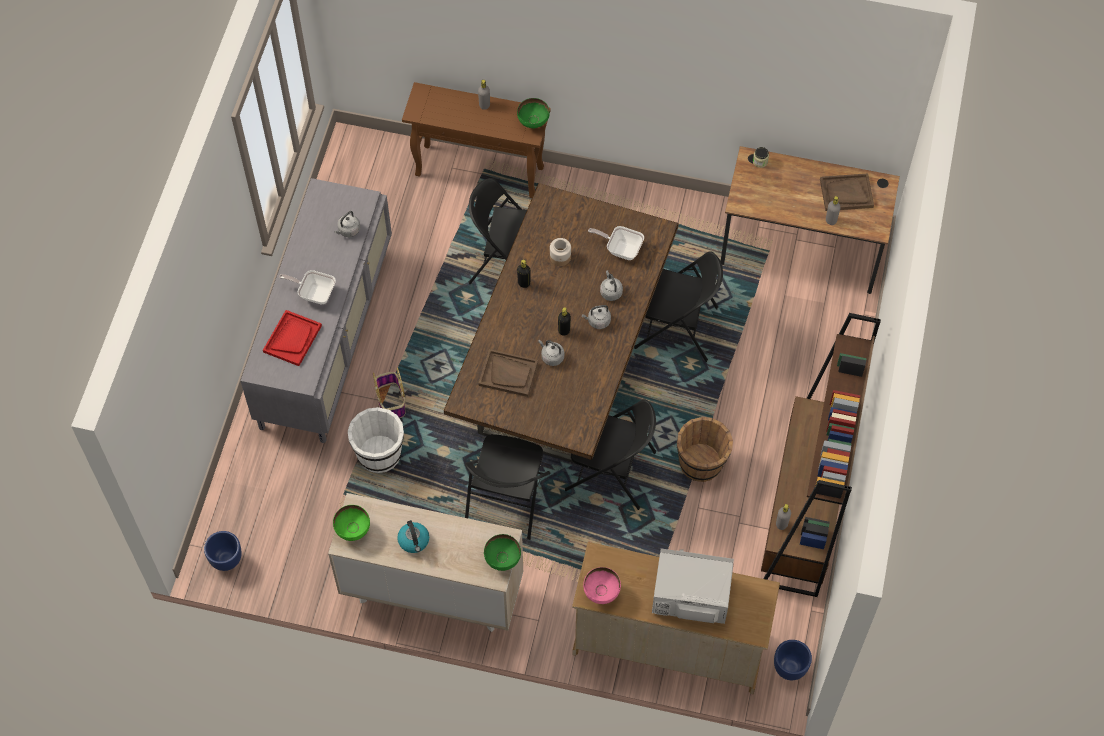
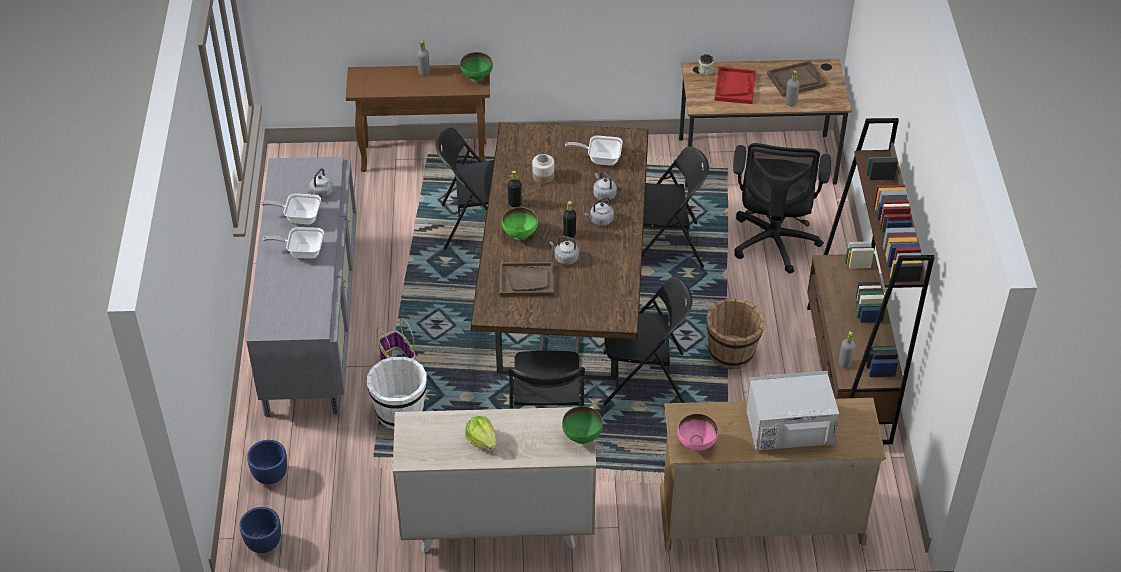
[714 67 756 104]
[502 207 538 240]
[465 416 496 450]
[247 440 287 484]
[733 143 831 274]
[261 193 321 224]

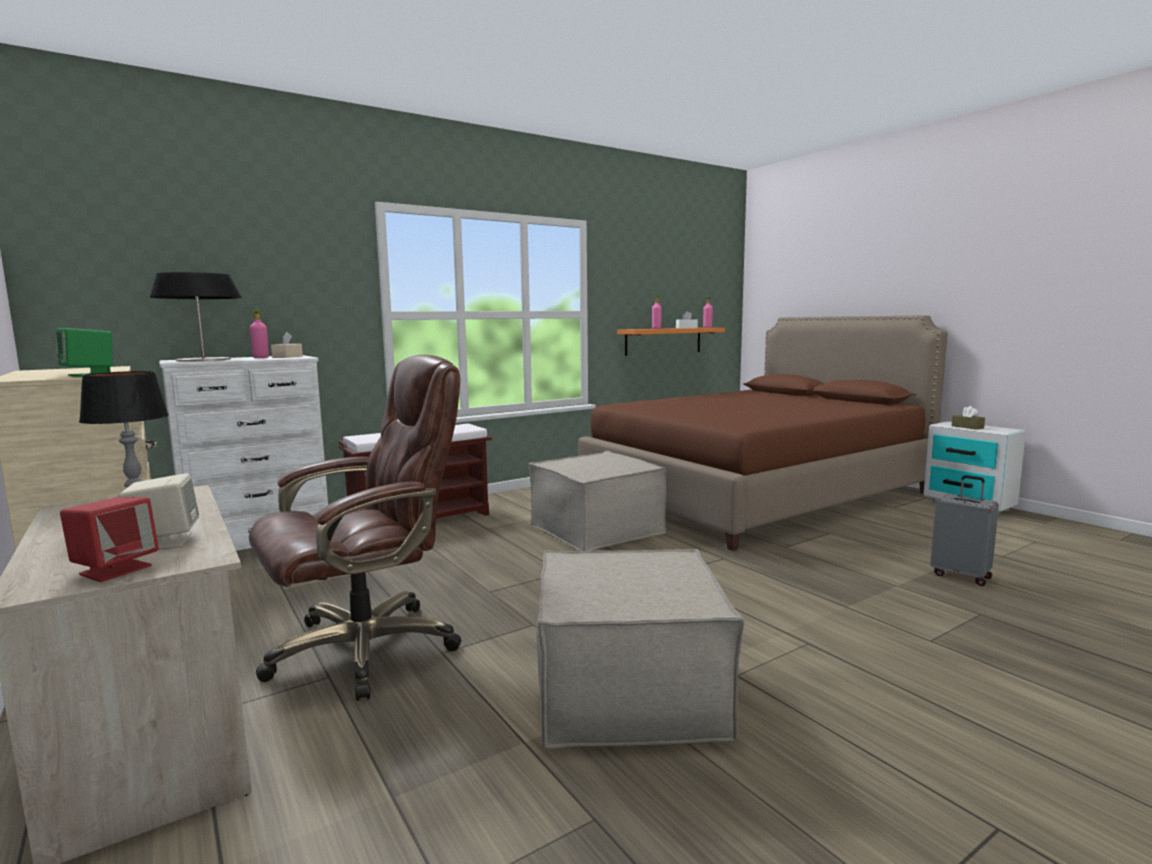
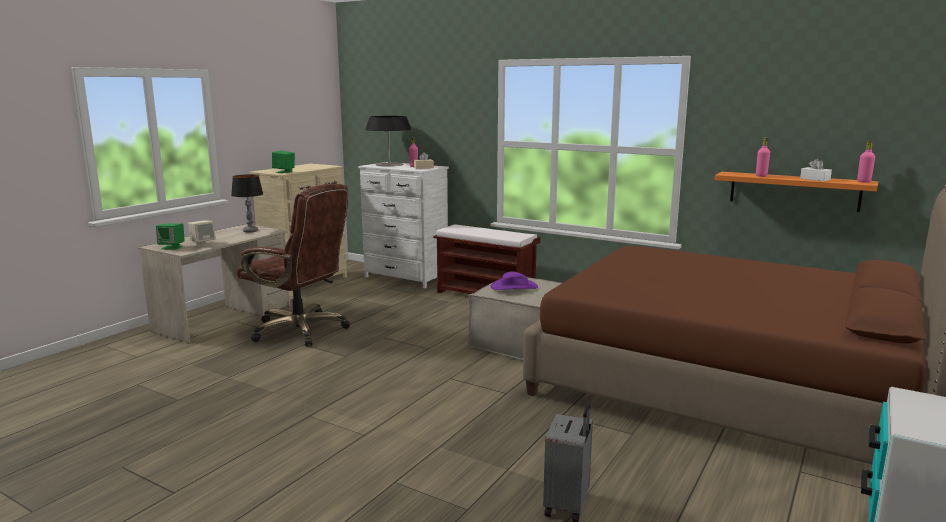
[952 406 985 430] (first image)
[156 223 185 249]
[537 549 745 749] (first image)
[490 272 538 290]

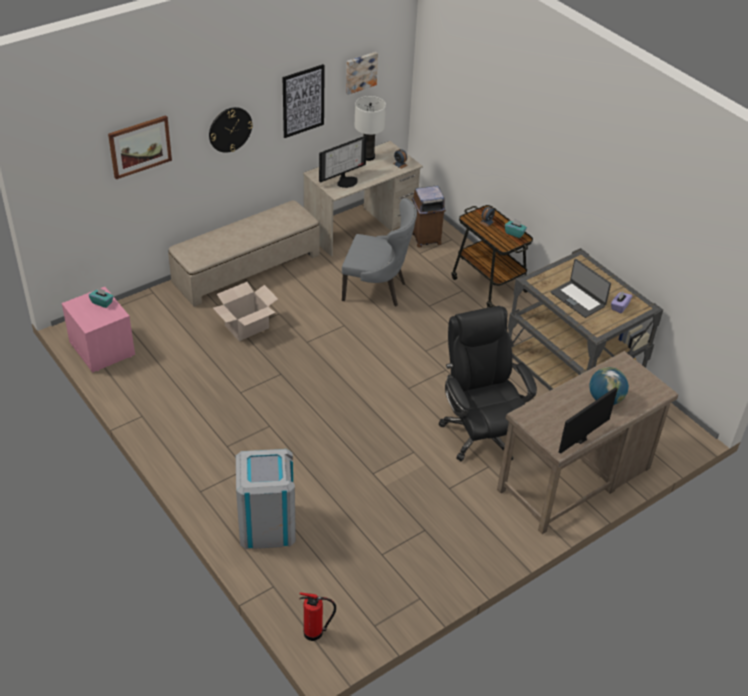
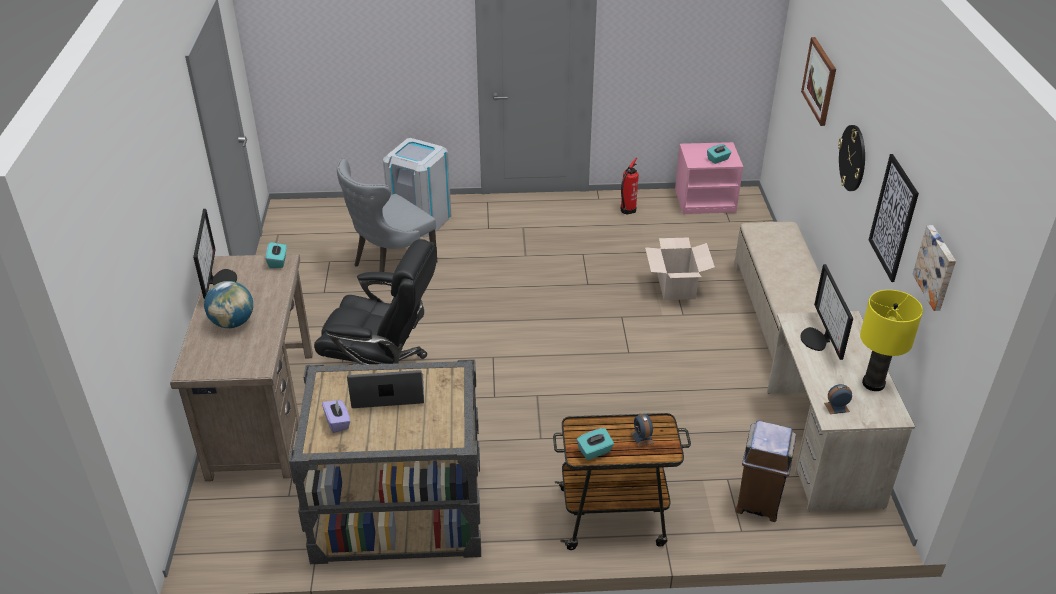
[860 290 923 391]
[337 158 437 285]
[621 158 639 215]
[266 242 287 268]

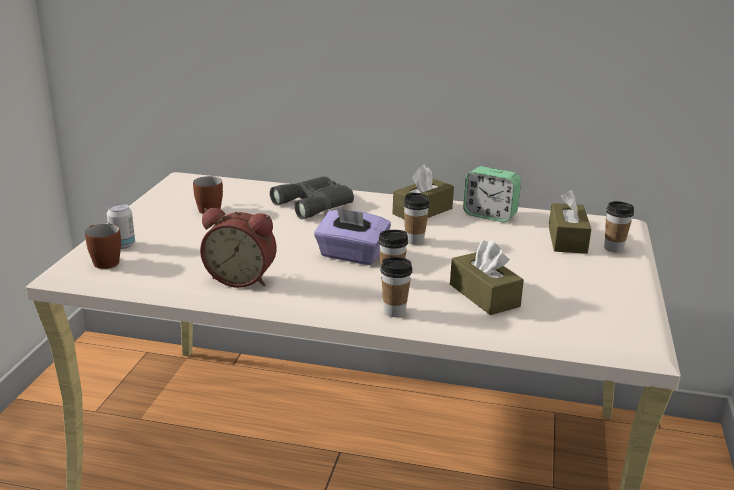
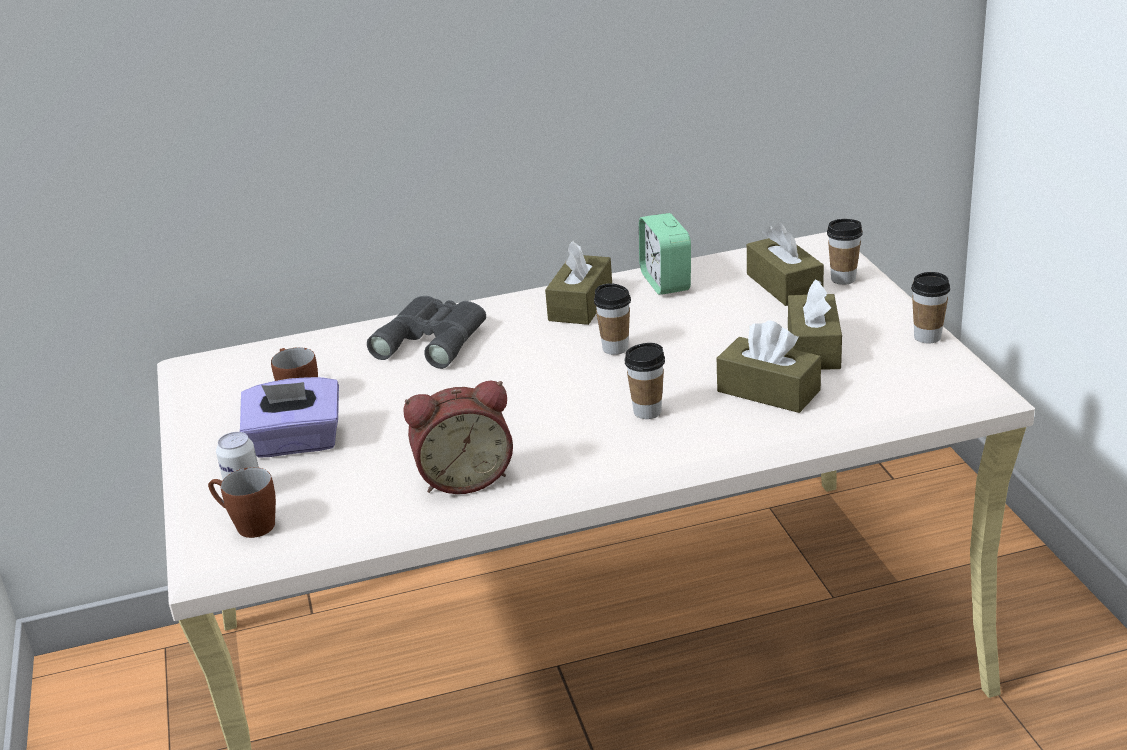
[639 213 691 295]
[240 377 339 458]
[911 272 950 343]
[788 279 842 370]

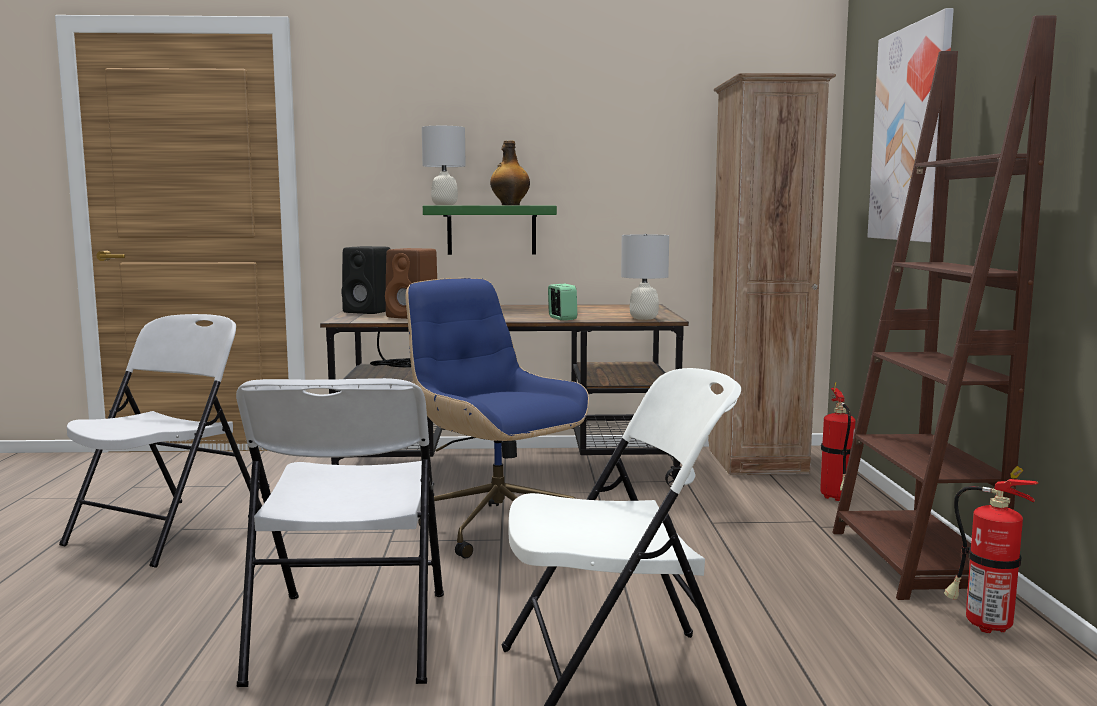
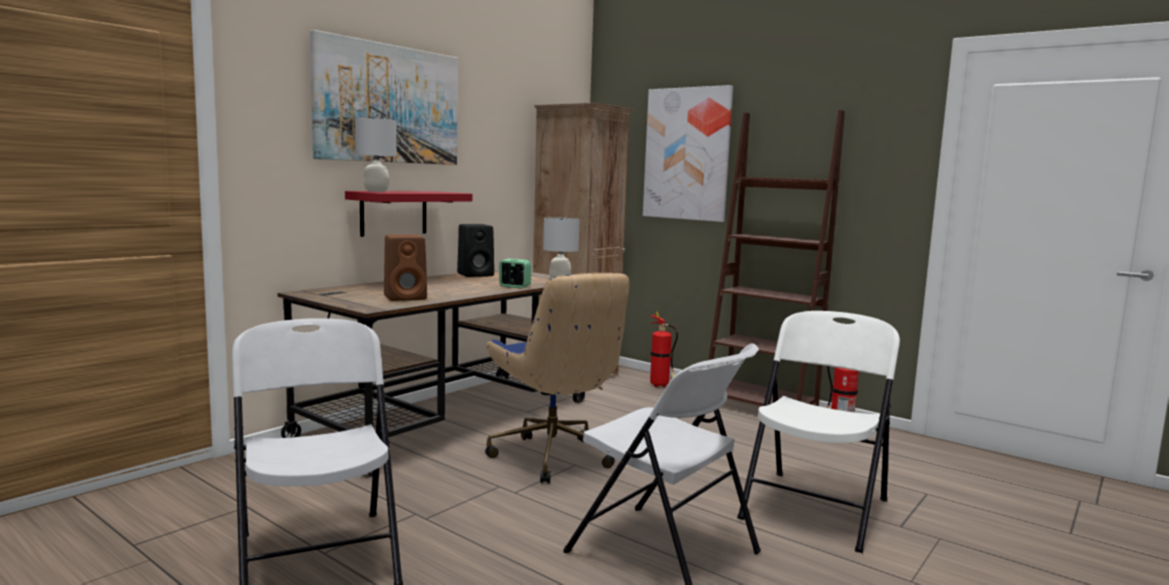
[490 140 530 205] (first image)
[345 191 472 237]
[457 224 494 277]
[485 273 629 483]
[310 30 458 165]

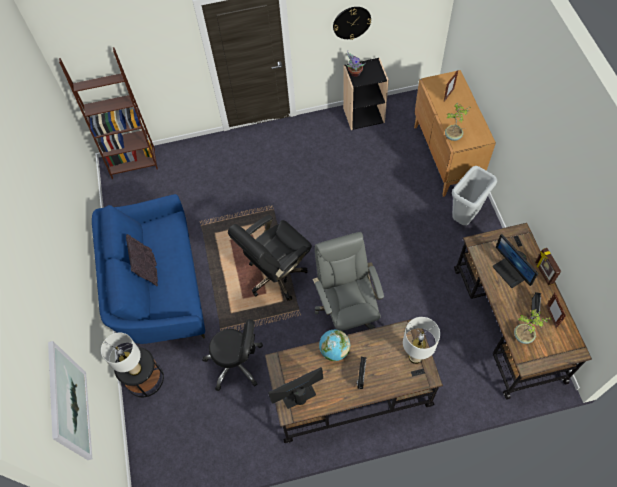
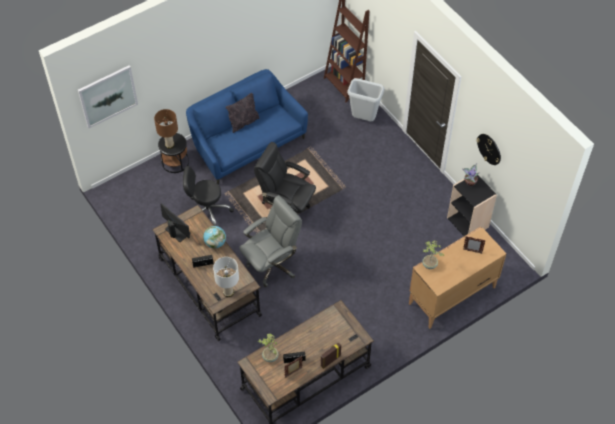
[347 78 384 121]
[493 234 538 288] (first image)
[183 166 234 226]
[154 109 178 149]

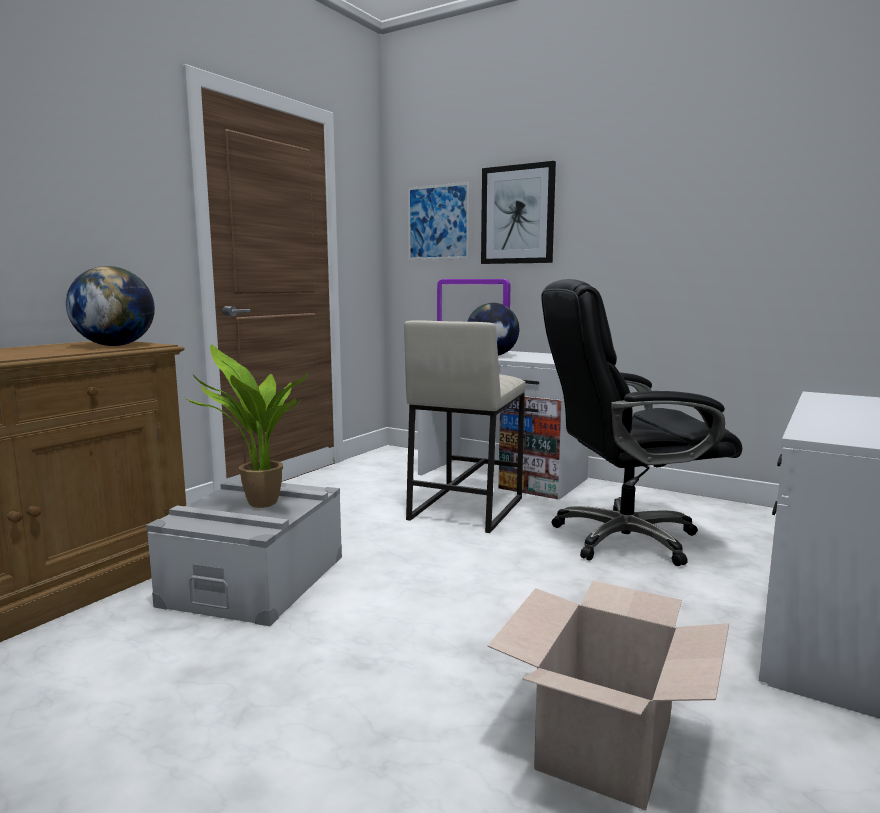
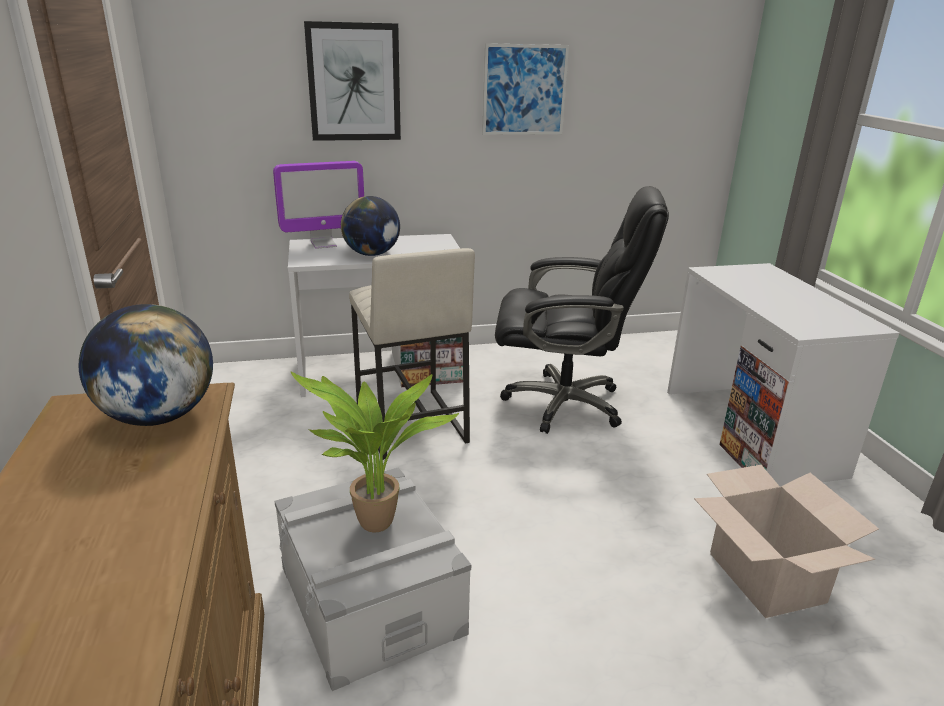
[482 43 569 135]
[495 186 669 434]

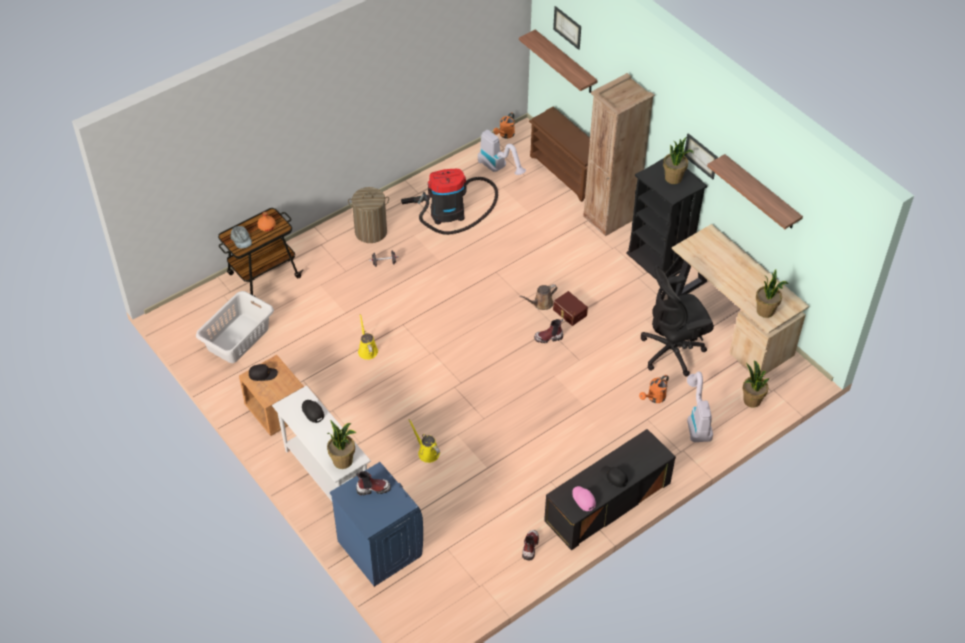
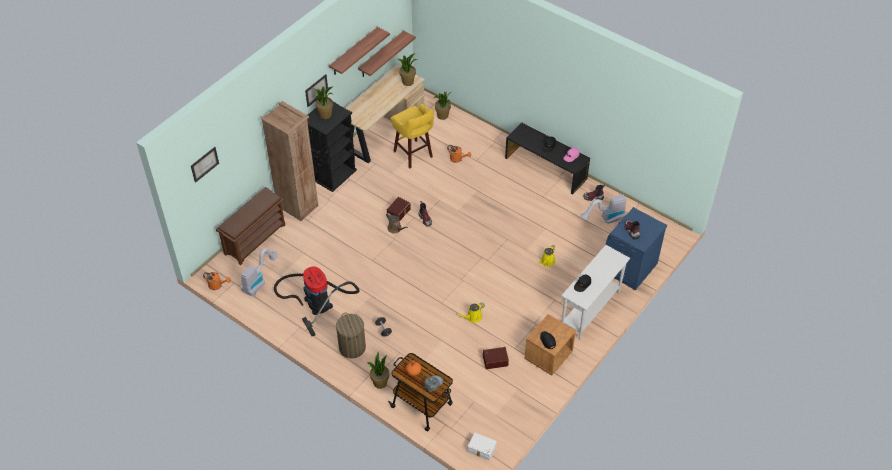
[358 31 416 77]
[391 103 434 168]
[196 291 274 363] (first image)
[581 195 626 224]
[367 352 389 389]
[483 347 509 369]
[467 432 497 461]

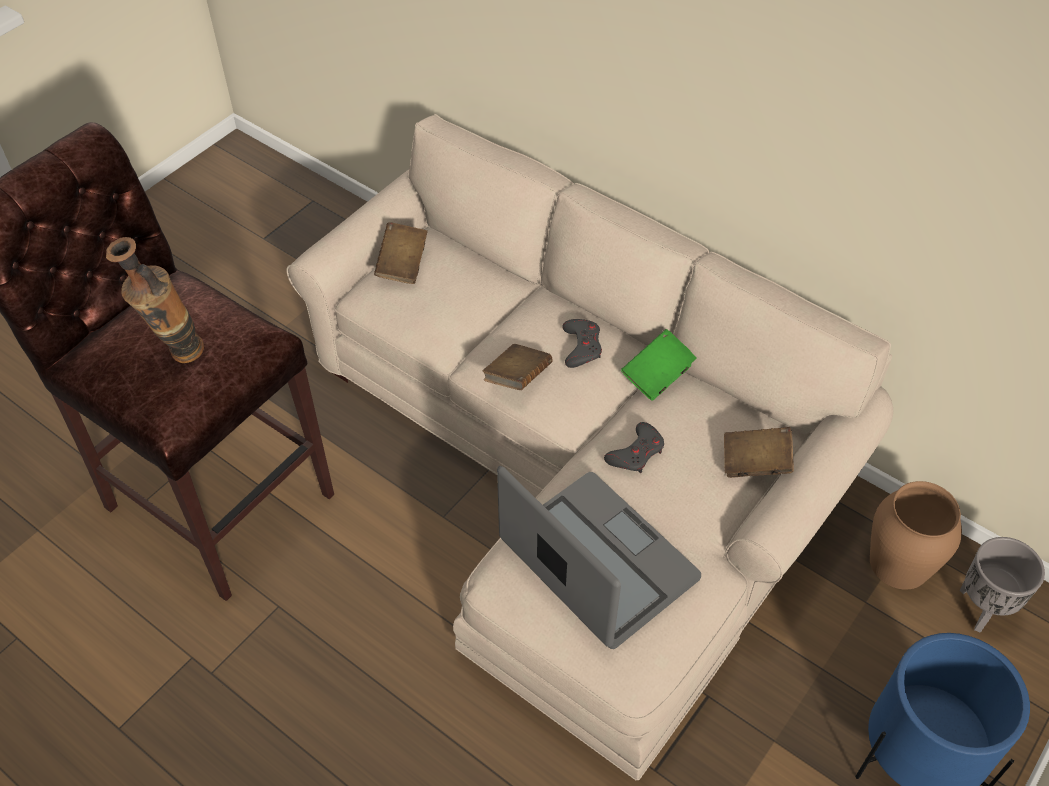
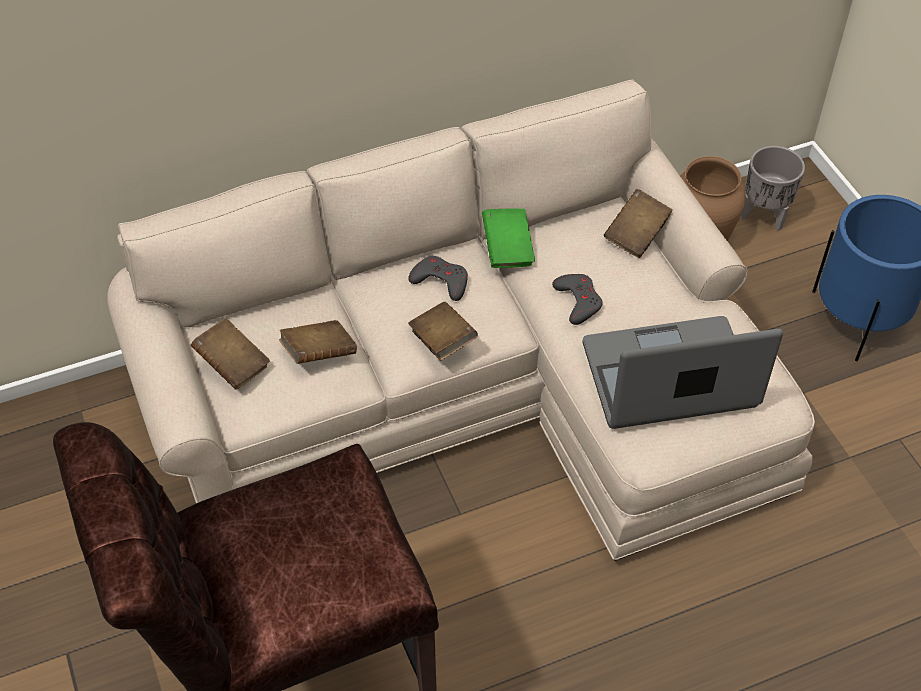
[106 237 204 363] (first image)
[279 320 357 364]

